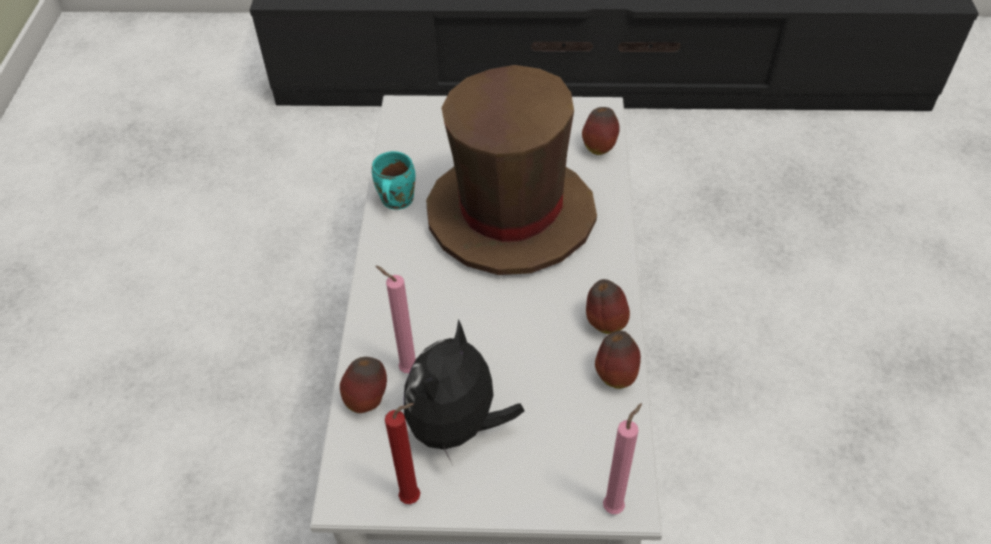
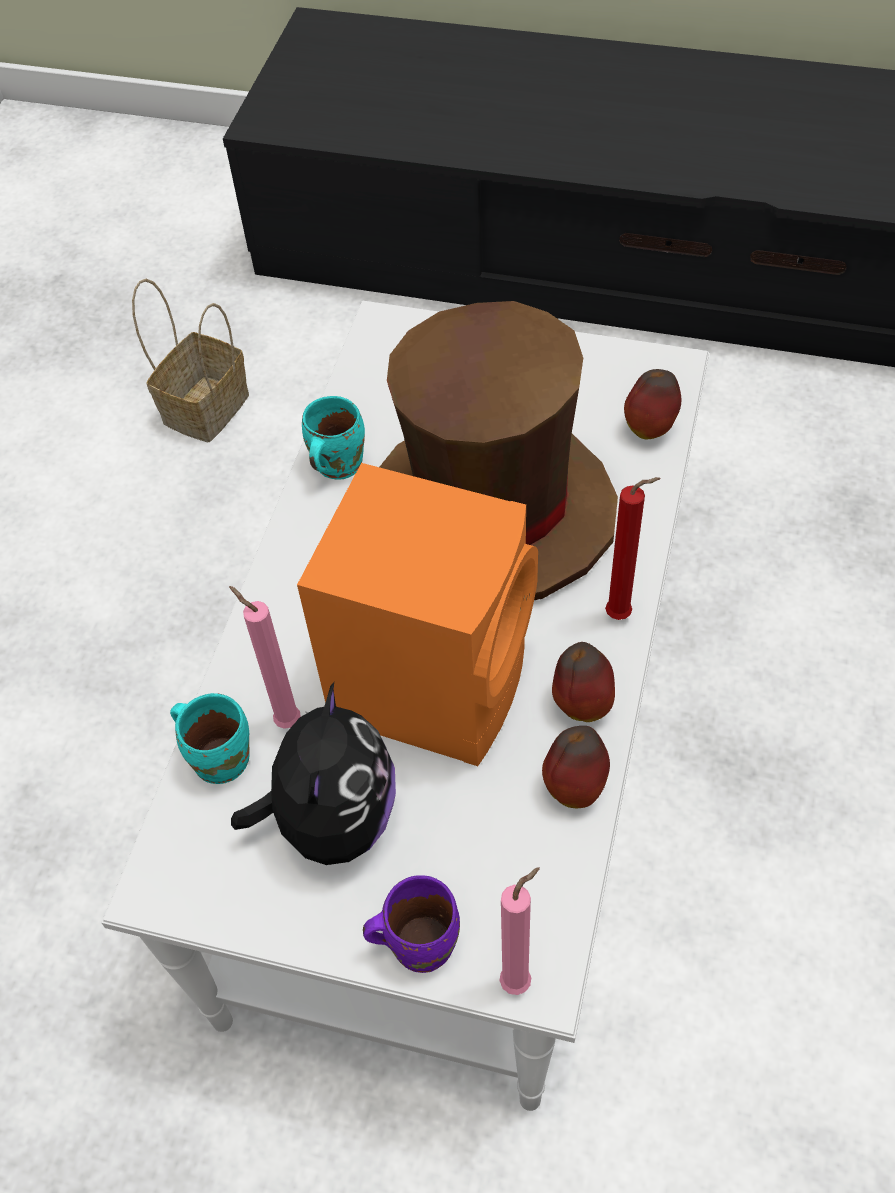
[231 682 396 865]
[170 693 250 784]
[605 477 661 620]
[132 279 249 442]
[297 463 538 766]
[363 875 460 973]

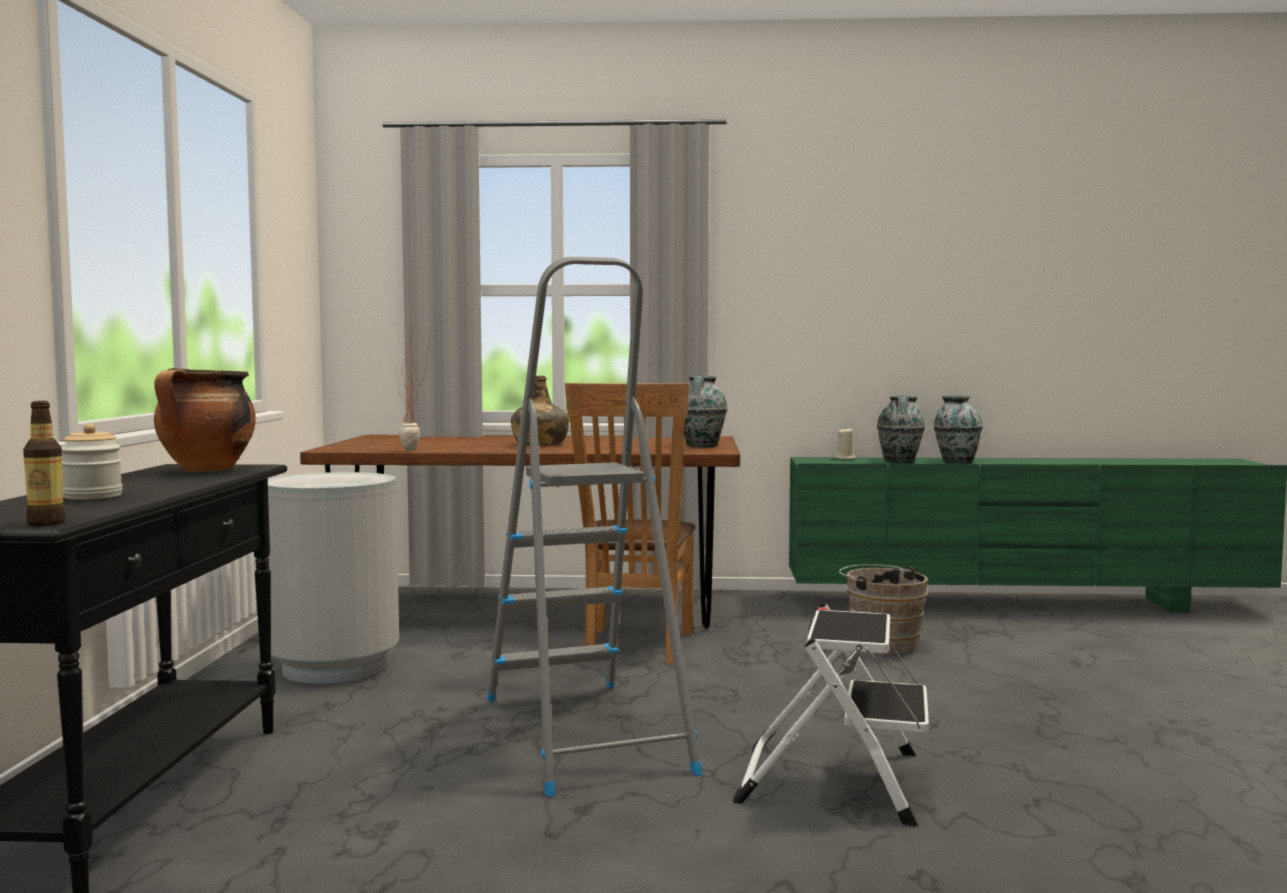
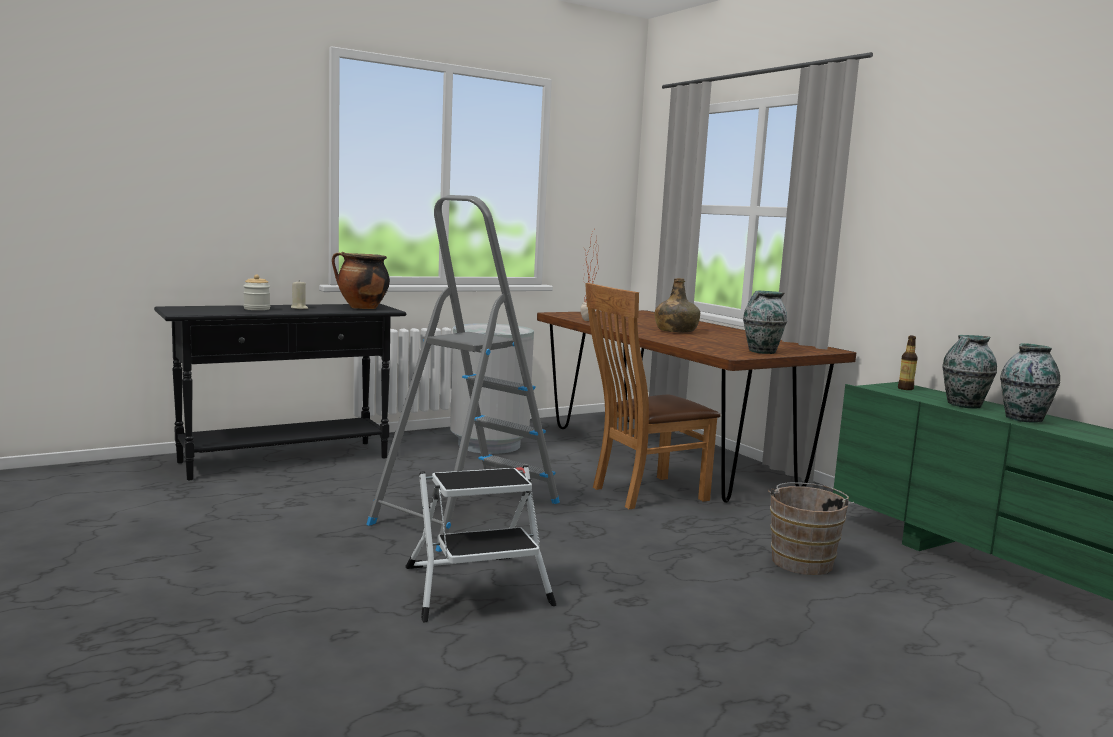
[898 336 918 390]
[291 282 308 309]

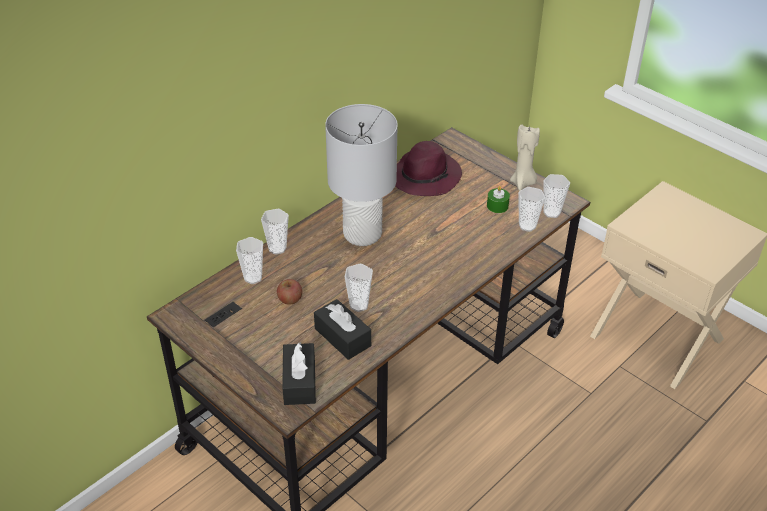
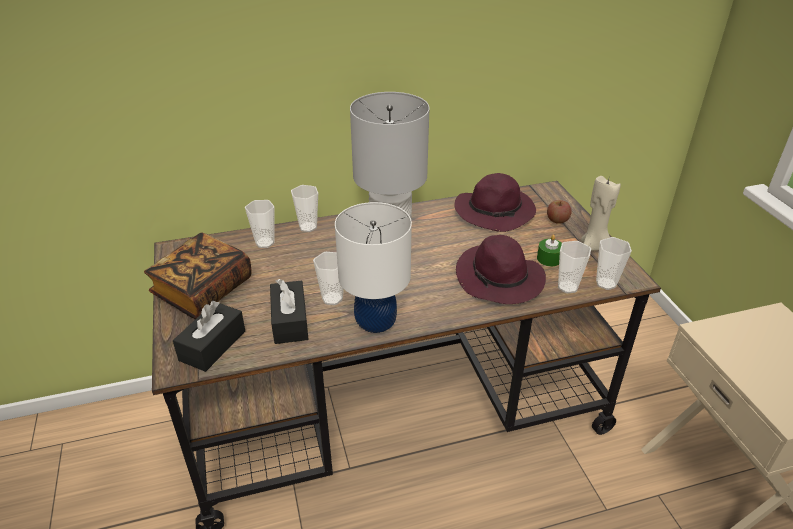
[547 200 571 224]
[335 202 412 333]
[144 233 252 319]
[456 235 546 304]

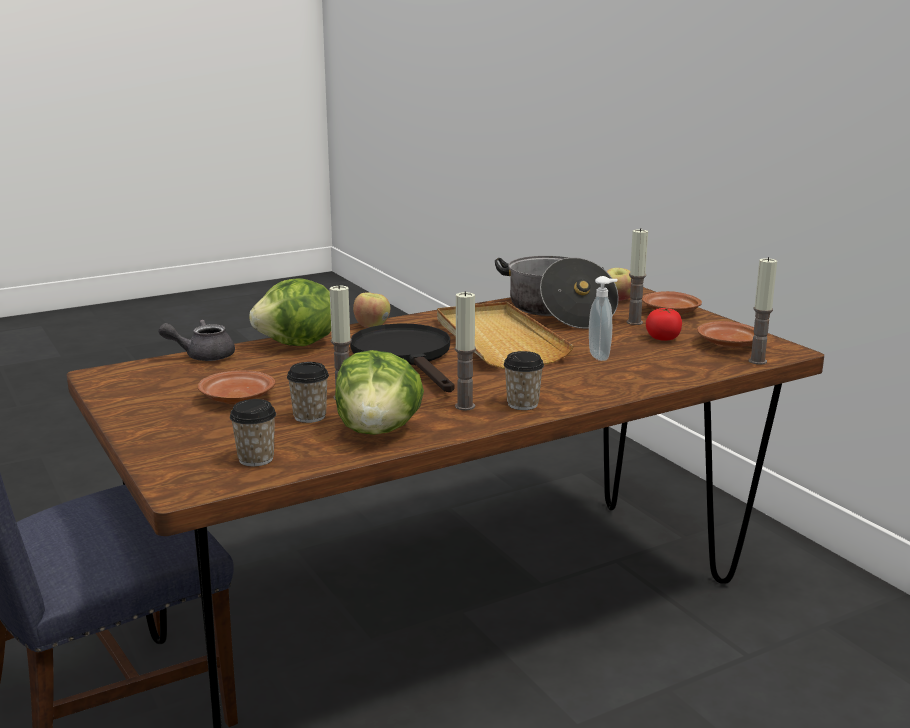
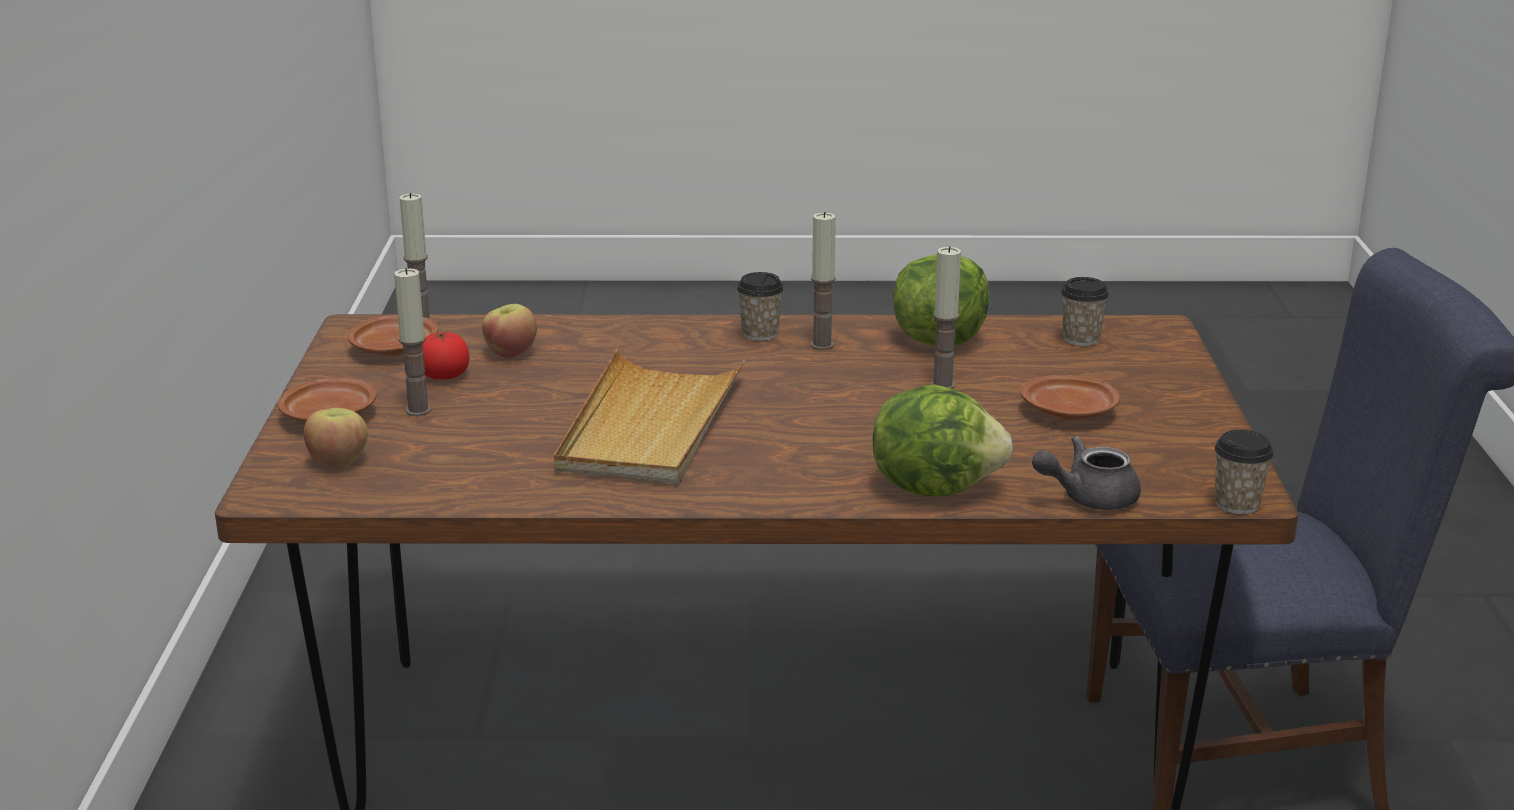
[495 256 619 329] (first image)
[589 276 618 361] (first image)
[482 304 537 358]
[1032 436 1141 510]
[350 323 454 392] (first image)
[1215 430 1273 514]

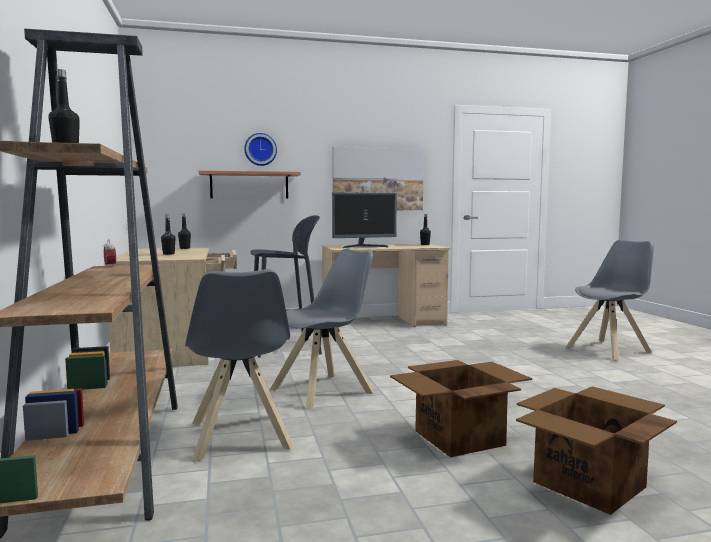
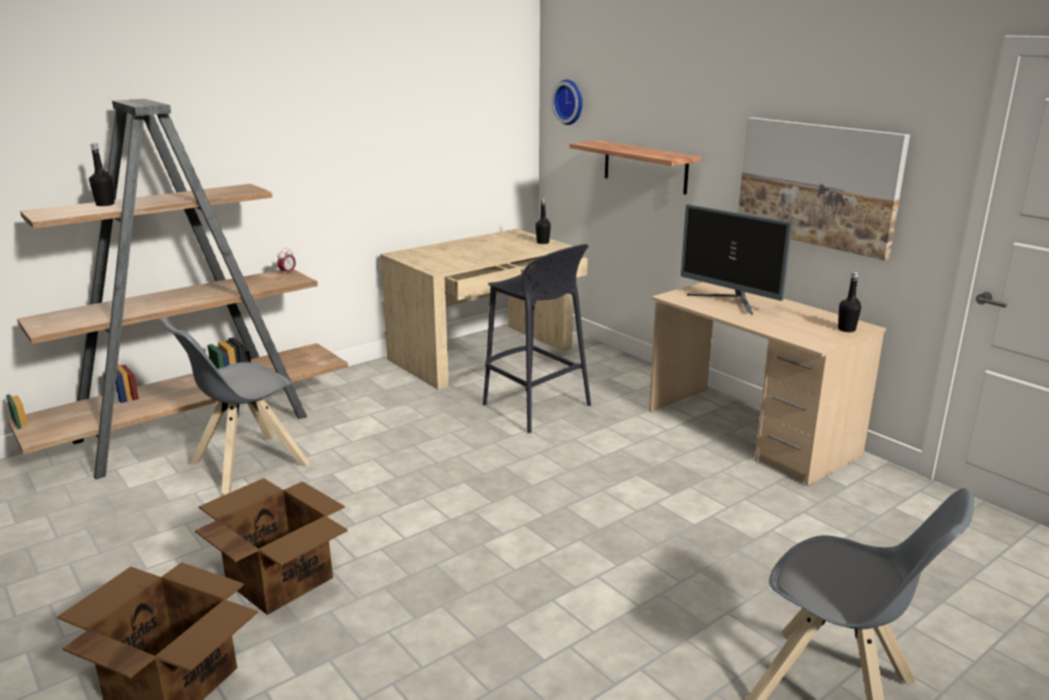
[552 79 583 125]
[161 215 175 255] (first image)
[270 249 374 410] (first image)

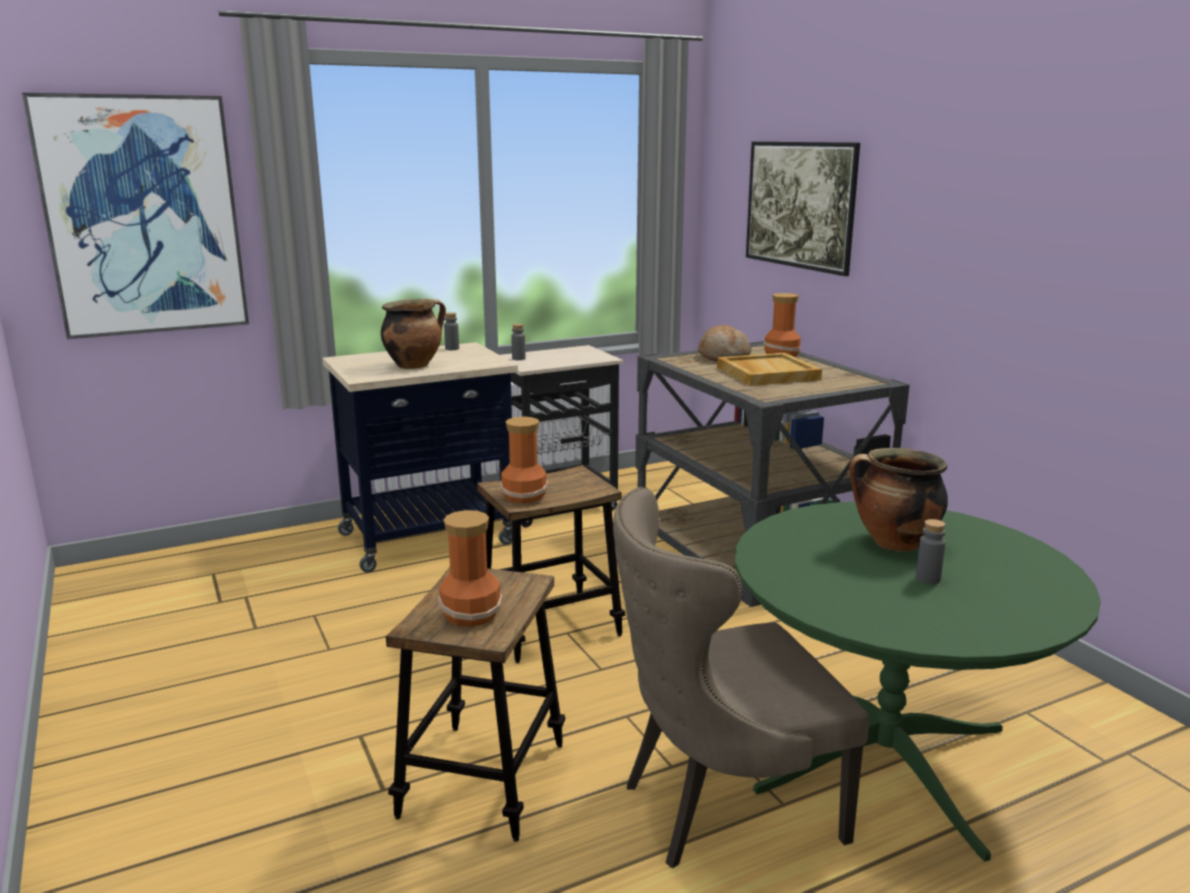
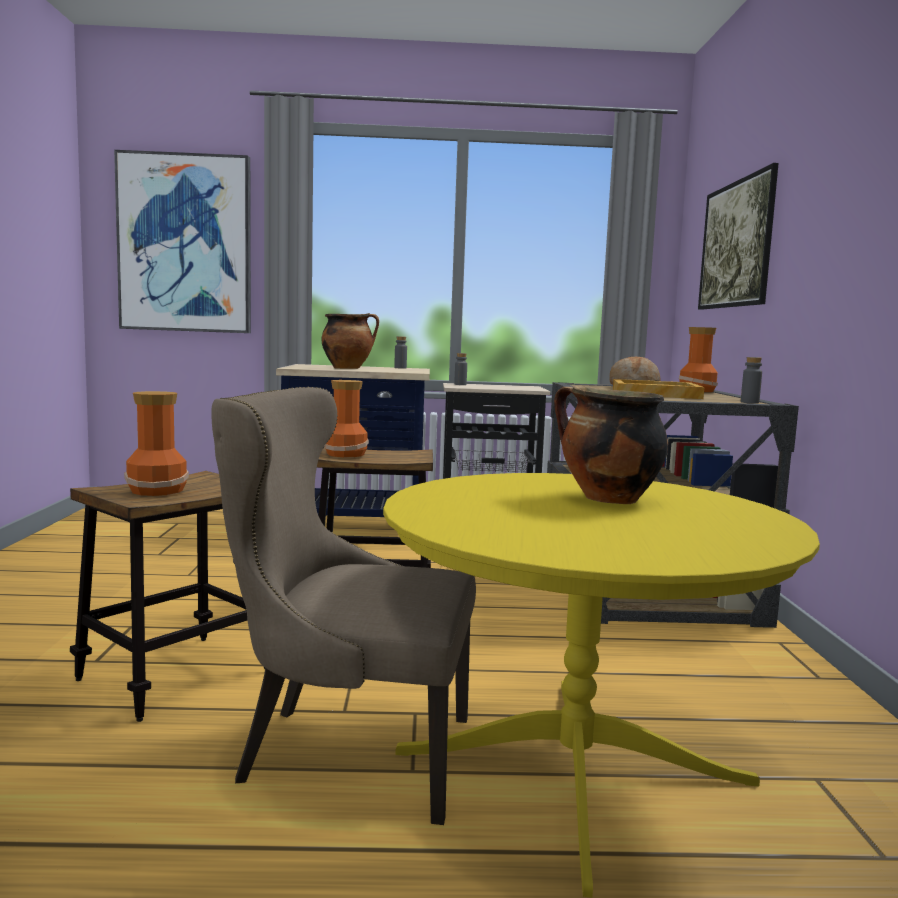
[383 473 820 898]
[741 357 762 404]

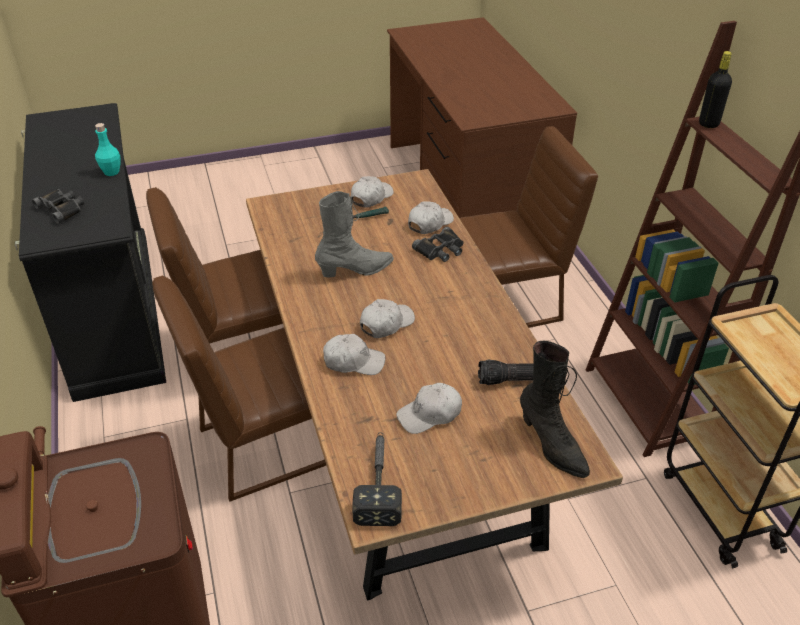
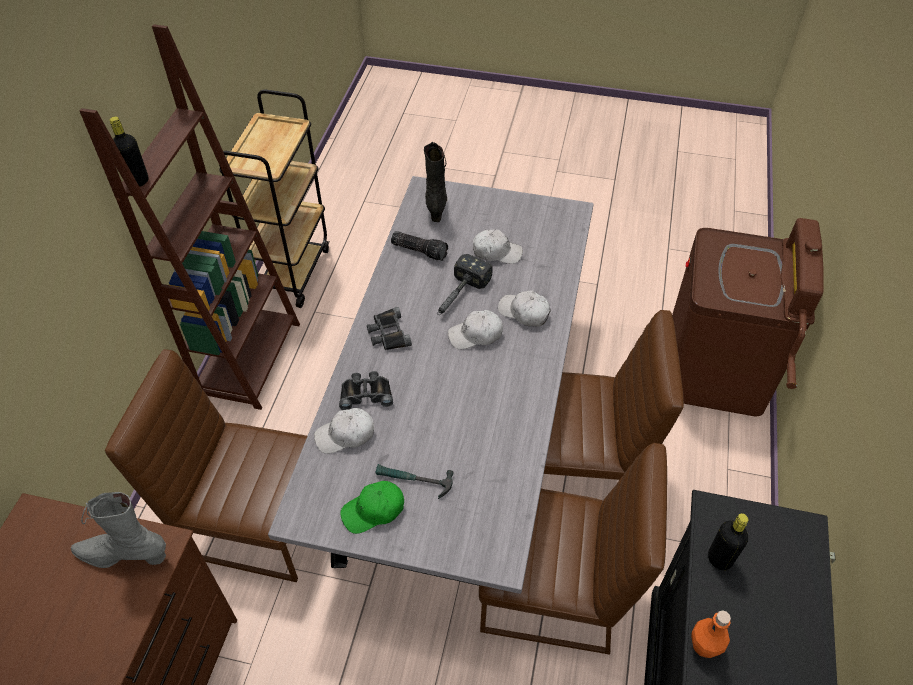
[691 610 731 658]
[268 176 594 594]
[340 481 404 534]
[367 307 412 350]
[71 492 166 568]
[437 254 493 315]
[708 513 748 570]

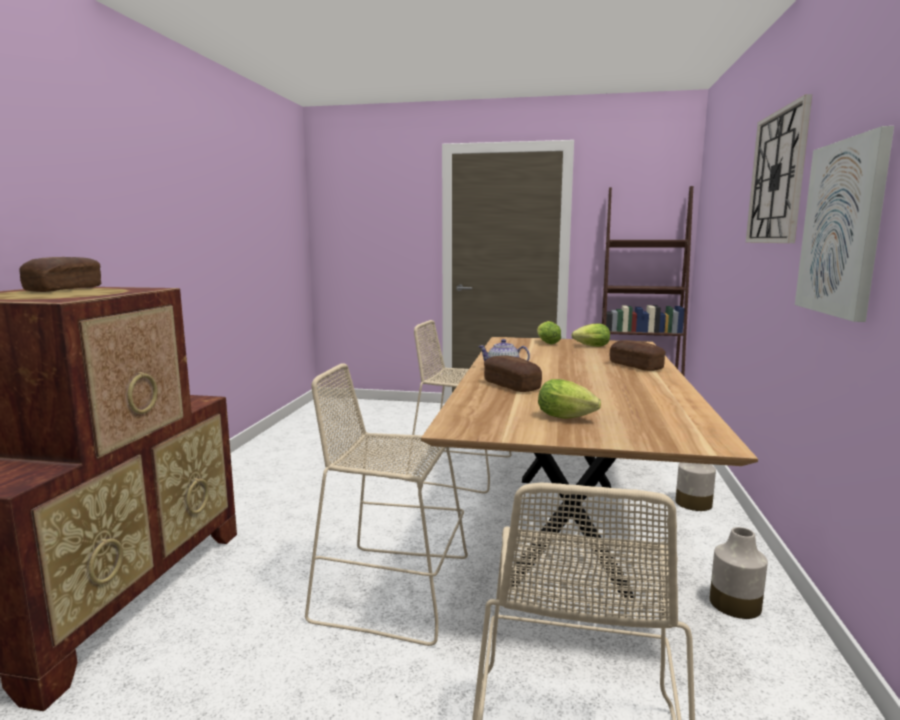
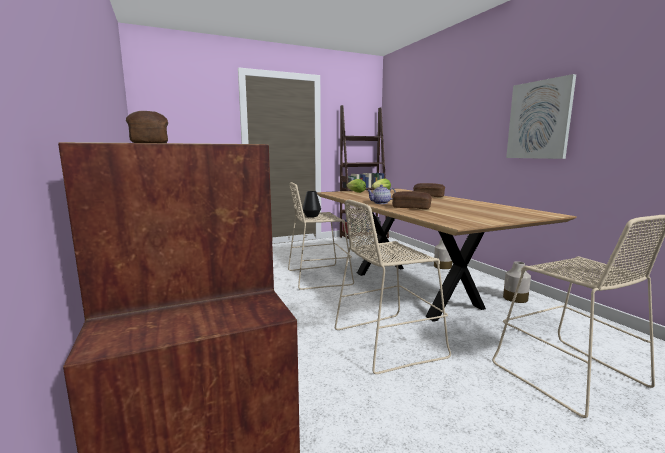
[746 94 812 243] (first image)
[538 379 601 419] (first image)
[302 191 321 217]

